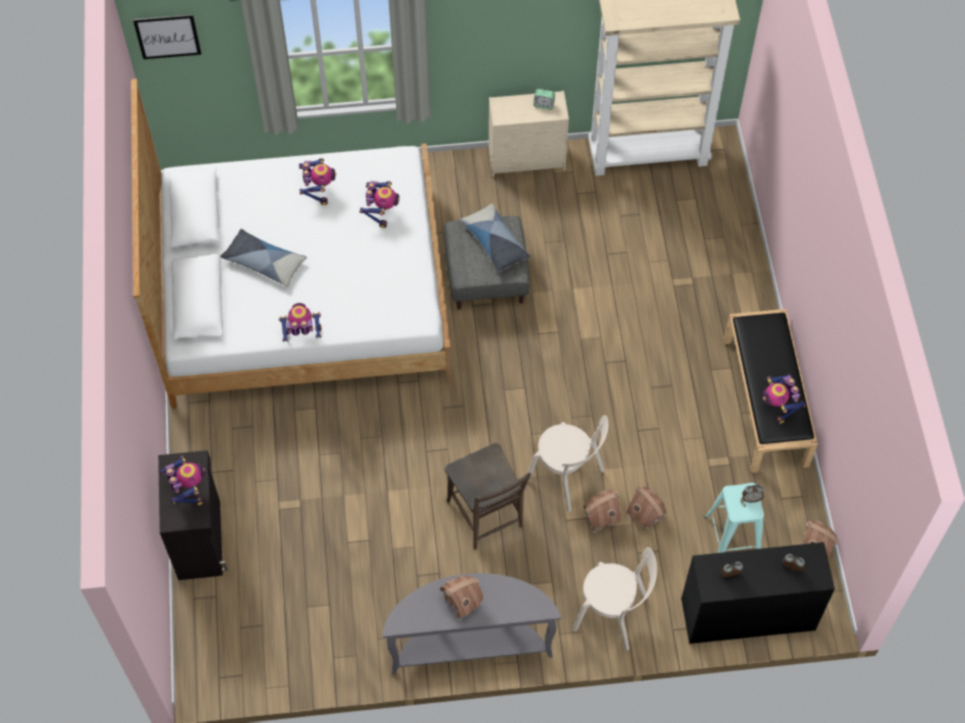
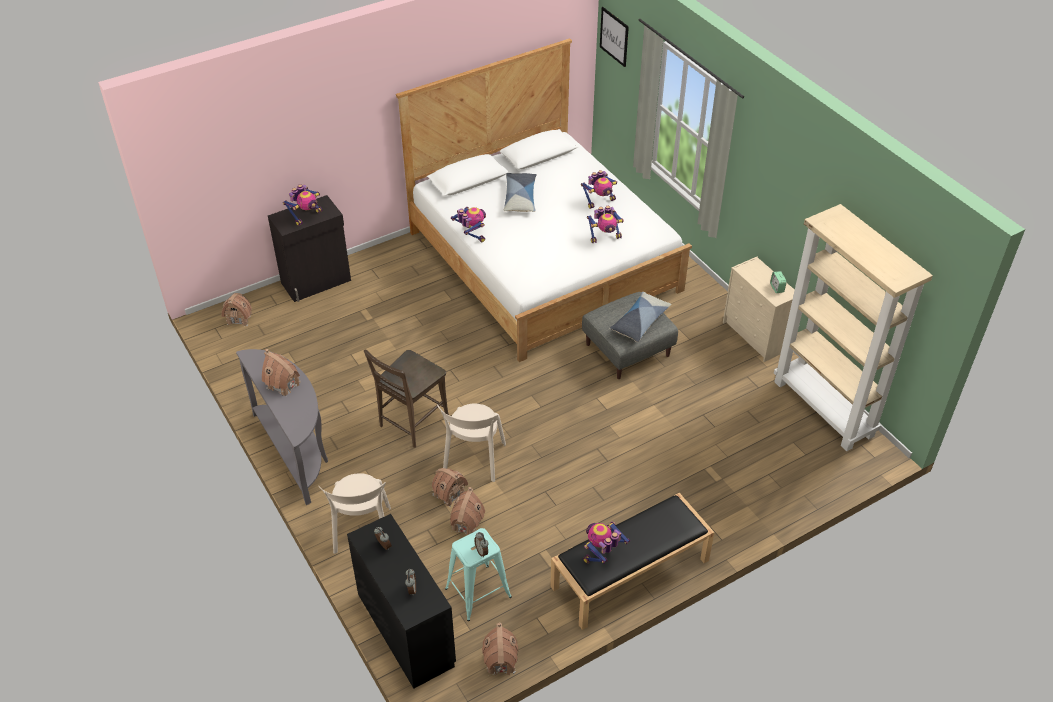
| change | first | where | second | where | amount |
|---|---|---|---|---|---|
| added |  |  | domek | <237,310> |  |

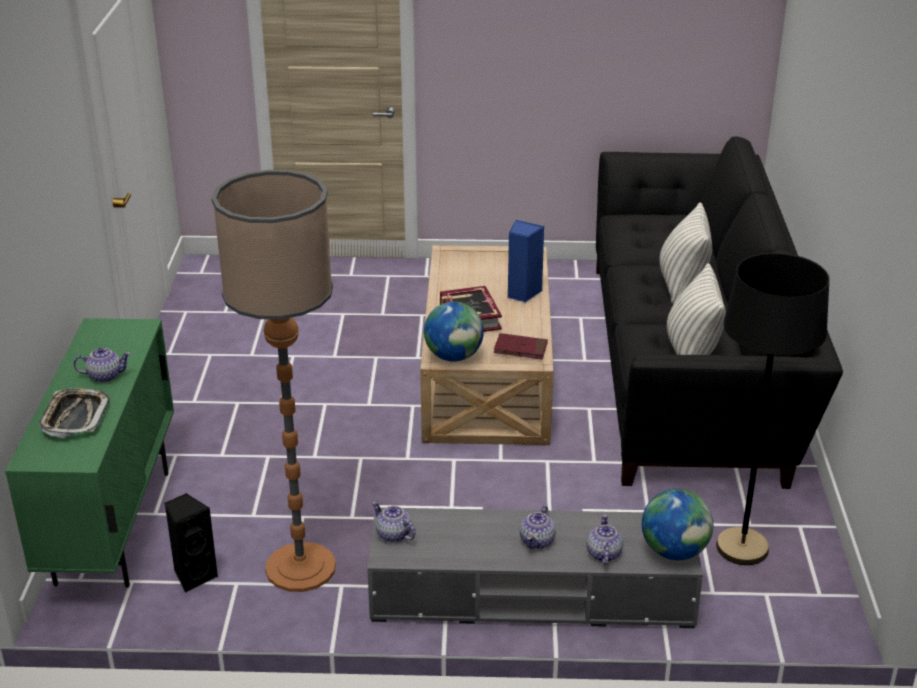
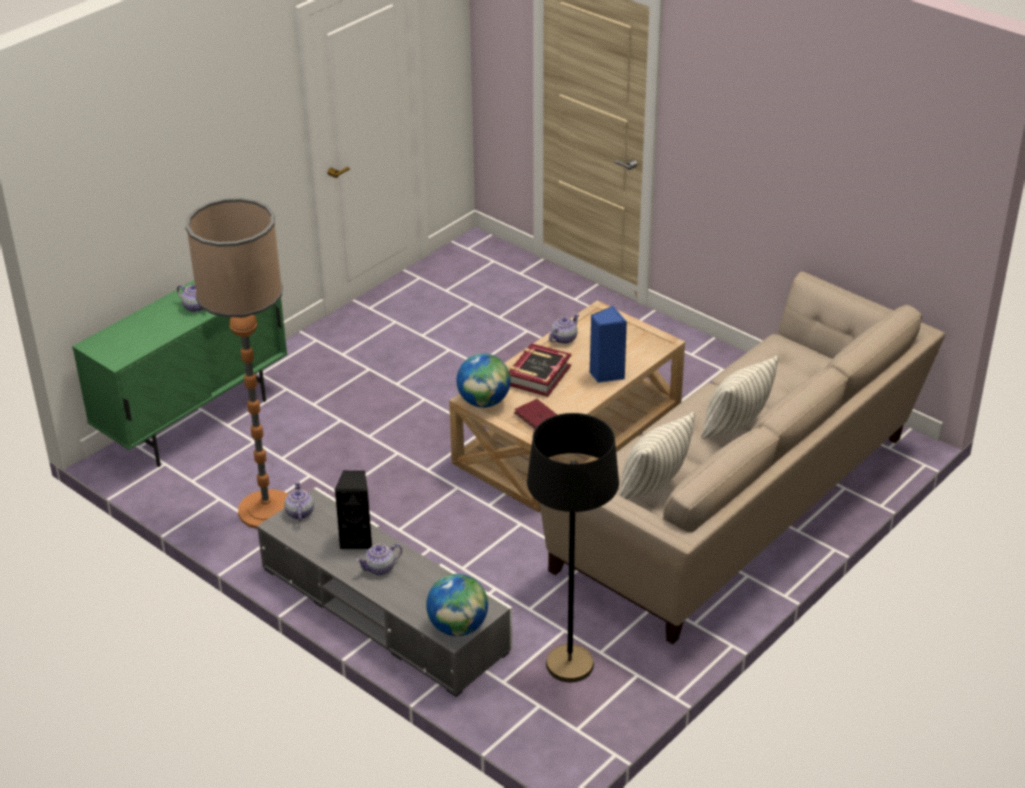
| change | first | where | second | where | amount |
|---|---|---|---|---|---|
| removed | taca | <74,413> |  |  |  |
| moved | głośnik (czarny) | <191,543> |  | <353,509> |  |
| moved | imbryk | <605,540> |  | <564,329> |  |
| recoloured | kanapa (czarny) | <719,313> | kanapa (beżowy) | <742,458> |  |

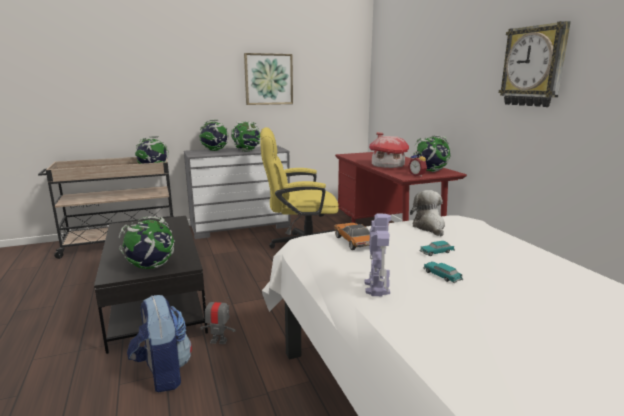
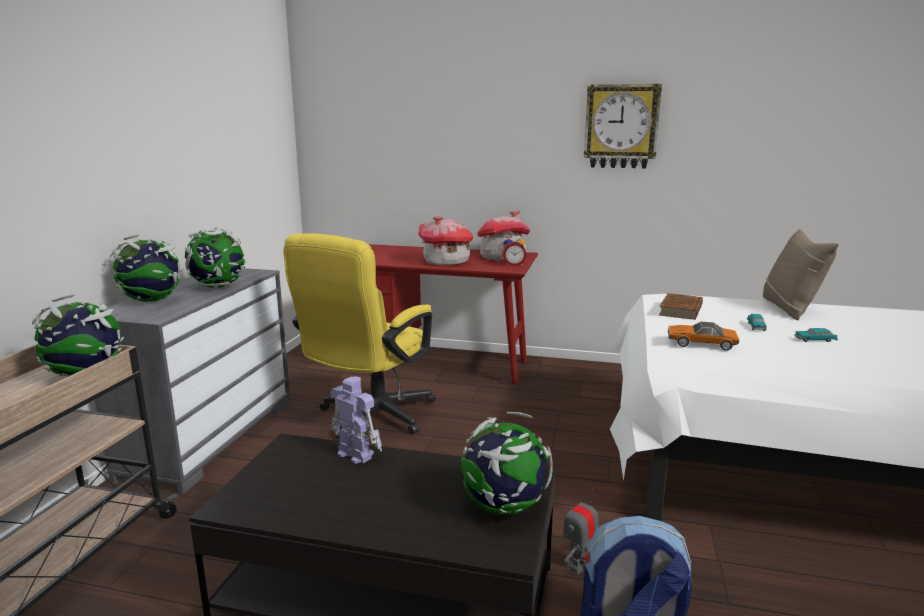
| change | first | where | second | where | amount |
|---|---|---|---|---|---|
| removed | obraz | <268,79> |  |  |  |
| added |  |  | poduszka (beżowy) | <801,274> |  |
| moved | robot zabawkowy | <377,255> |  | <356,420> |  |
| replaced | pluszak | <427,213> | książka (brązowy) | <681,306> |  |
| replaced | globus | <432,153> | domek | <503,236> |  |

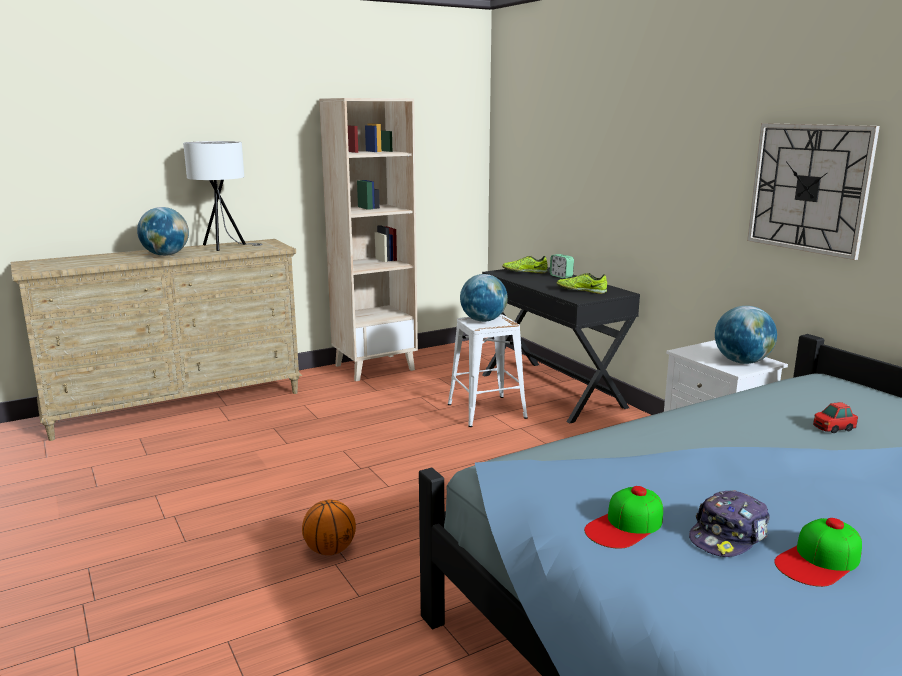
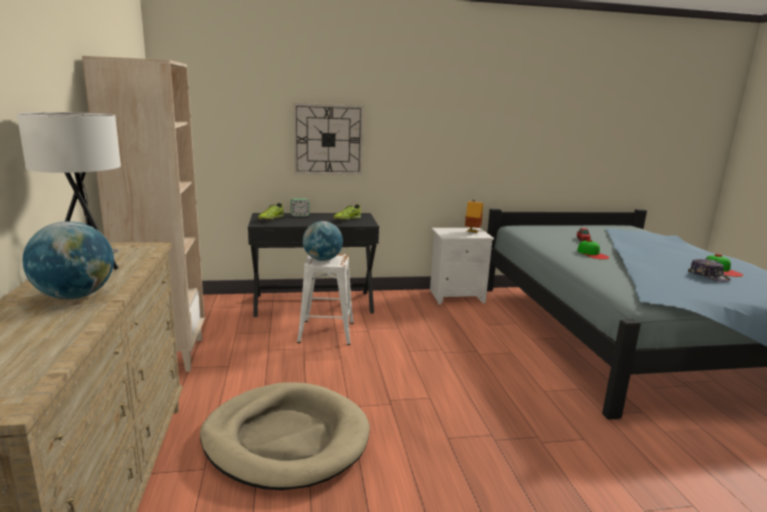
| change | first | where | second | where | amount |
|---|---|---|---|---|---|
| removed | piłka do koszykówki | <329,527> |  |  |  |
| added |  |  | legowisko (beżowy) | <285,436> |  |
| moved | czapka z daszkiem | <623,517> |  | <593,249> |  |
| moved | zegar ścienny | <813,191> |  | <328,139> |  |
| replaced | globus | <746,335> | domek | <474,216> |  |

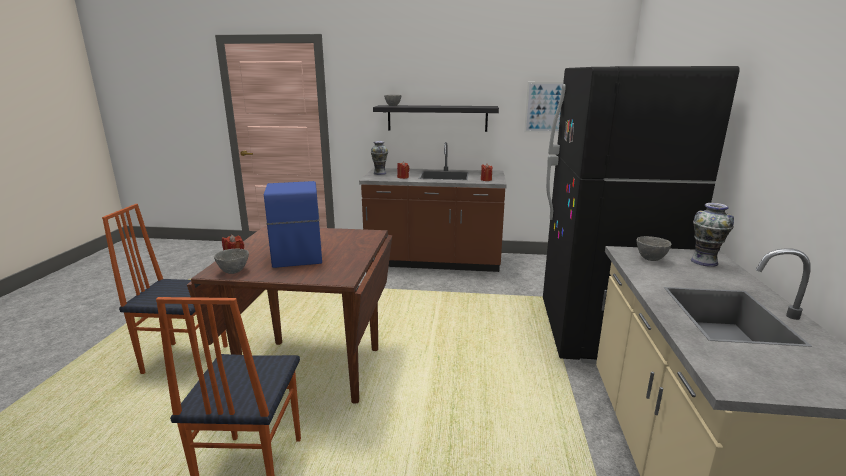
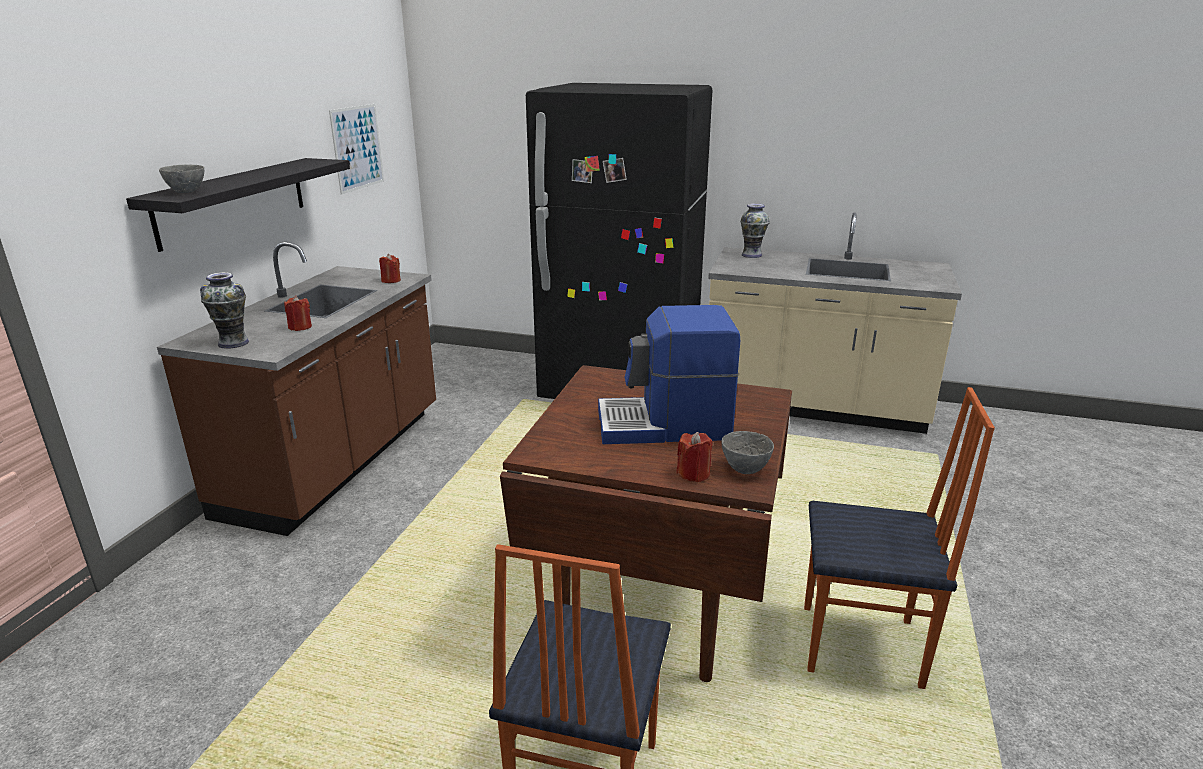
| change | first | where | second | where | amount |
|---|---|---|---|---|---|
| removed | miska (szary) | <654,248> |  |  |  |

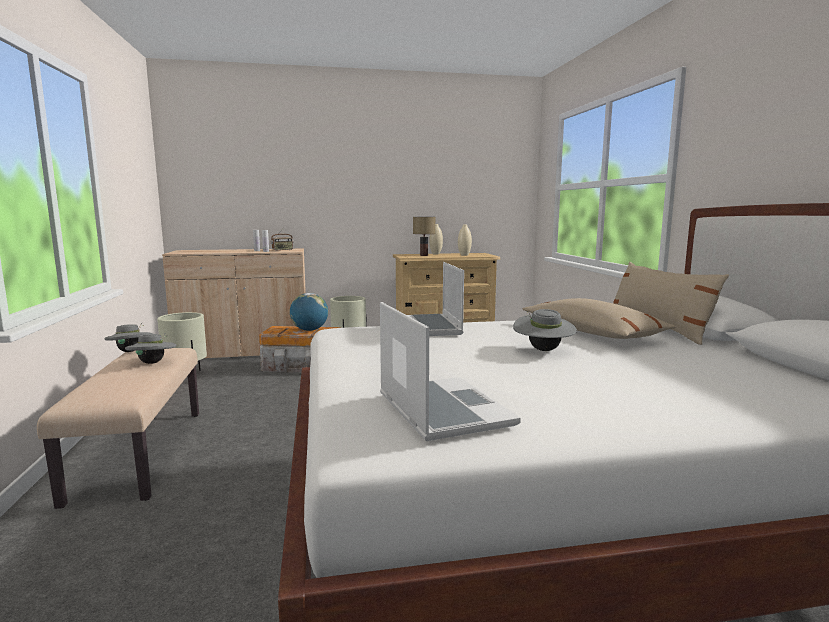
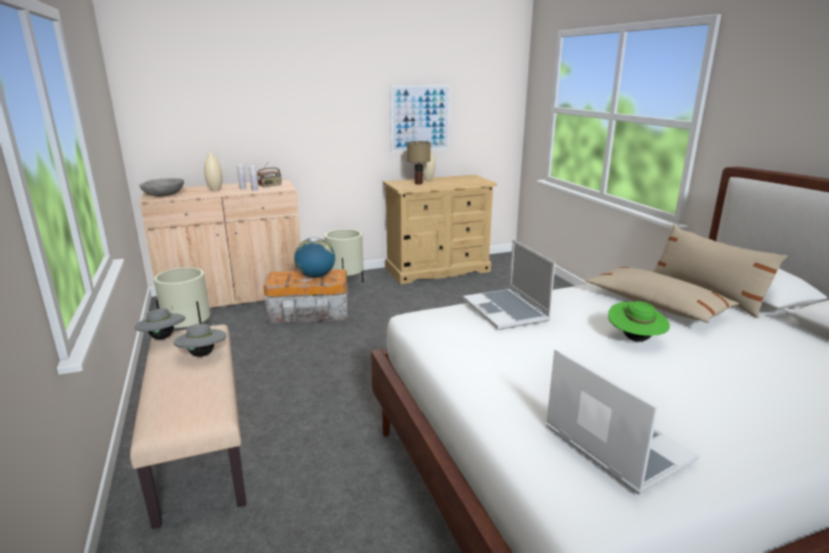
| change | first | where | second | where | amount |
|---|---|---|---|---|---|
| added |  |  | miska (szary) | <161,187> |  |
| added |  |  | obraz | <420,118> |  |
| moved | wazon (beżowy) | <465,240> |  | <213,172> |  |
| recoloured | kapelusz (szary) | <545,330> | kapelusz (zielony) | <639,321> |  |

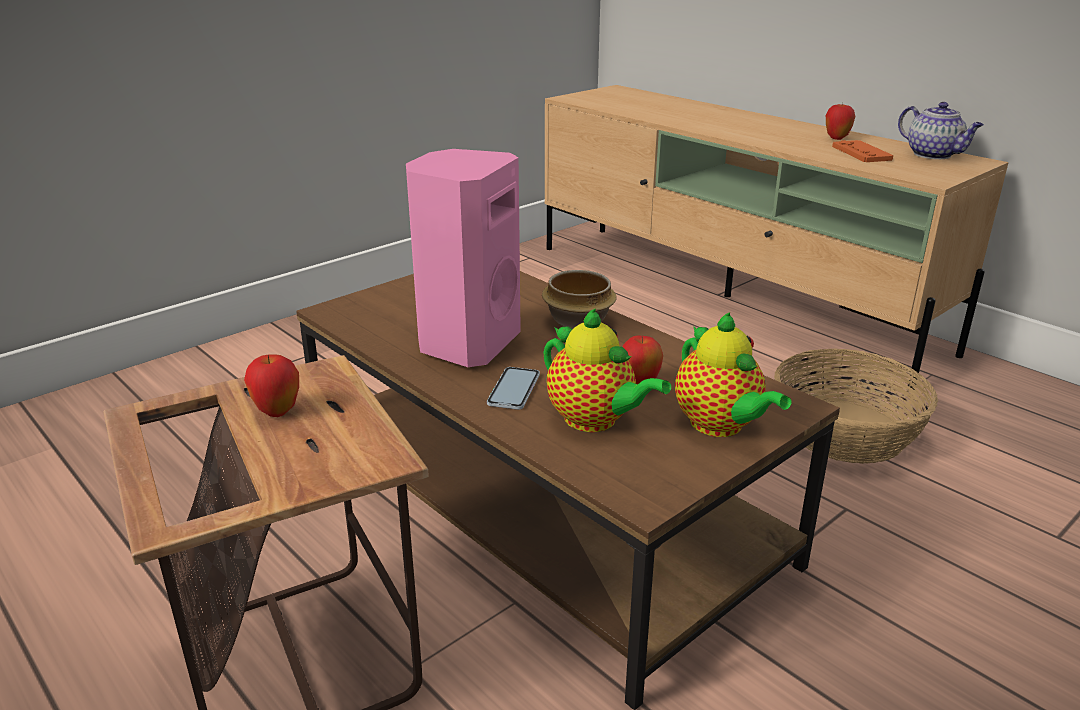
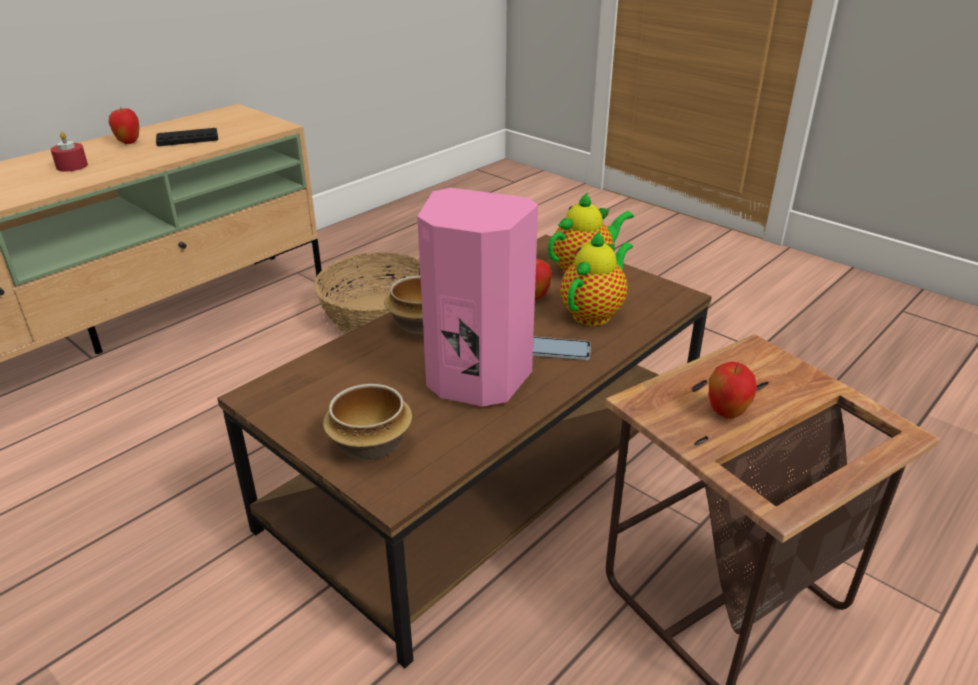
| change | first | where | second | where | amount |
|---|---|---|---|---|---|
| removed | imbryk | <941,130> |  |  |  |
| added |  |  | świeca (czerwony) | <69,152> |  |
| added |  |  | miska | <367,422> |  |
| recoloured | pad do gier (pomarańczowy) | <862,151> | pad do gier (czarny) | <187,137> |  |

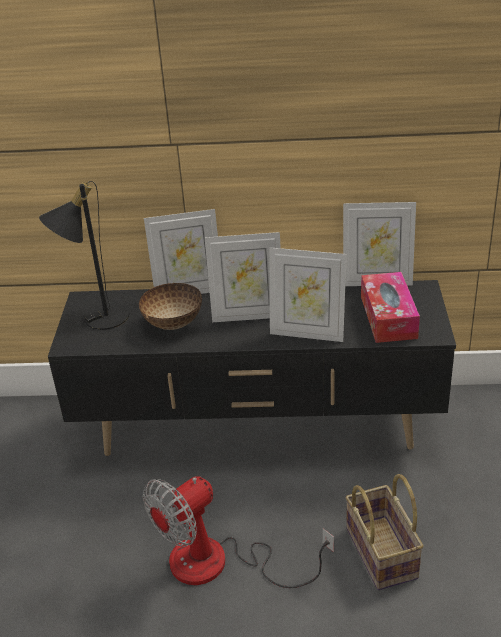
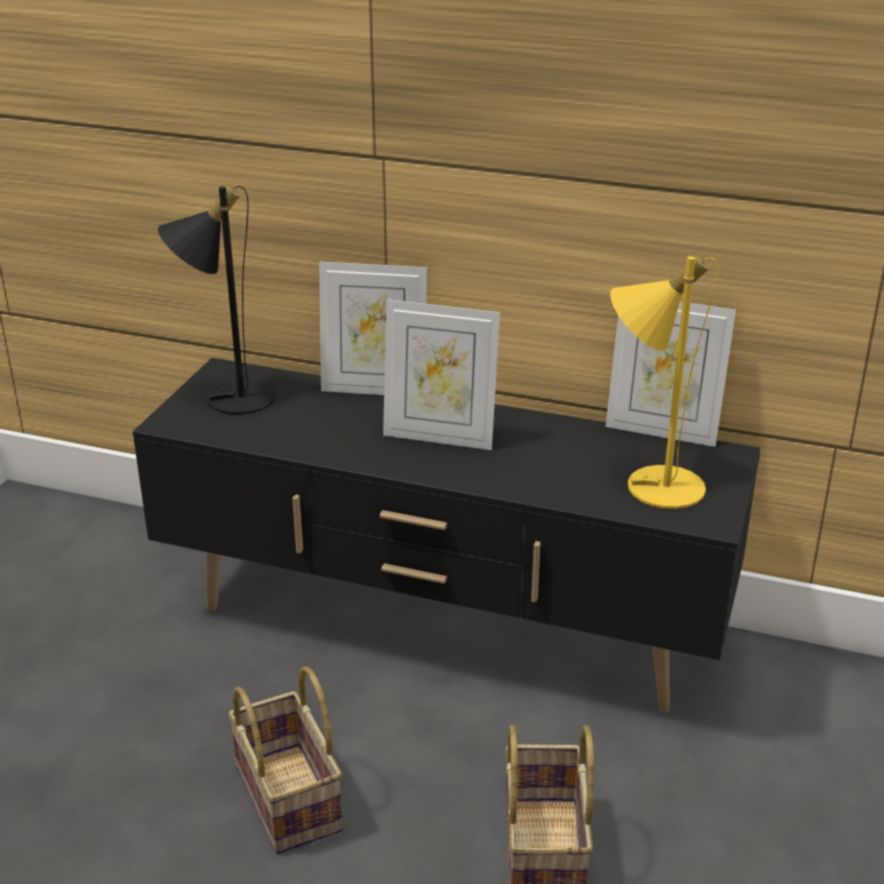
| change | first | where | second | where | amount |
|---|---|---|---|---|---|
| removed | miska | <170,306> |  |  |  |
| removed | ramka na zdjęcie | <308,294> |  |  |  |
| replaced | wentylator | <238,532> | koszyk | <285,760> |  |
| replaced | pudełko chusteczek | <390,307> | lampa stołowa (żółty) | <664,382> |  |

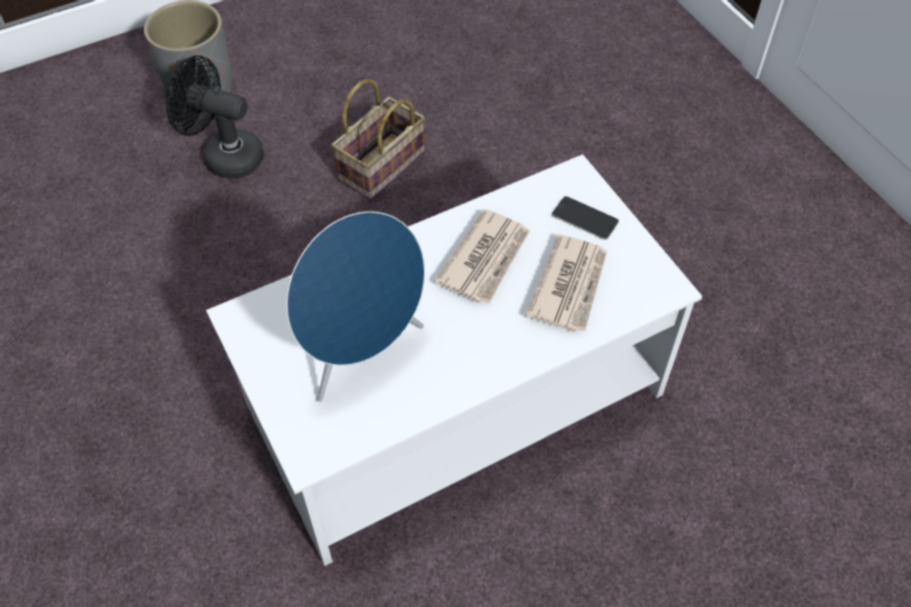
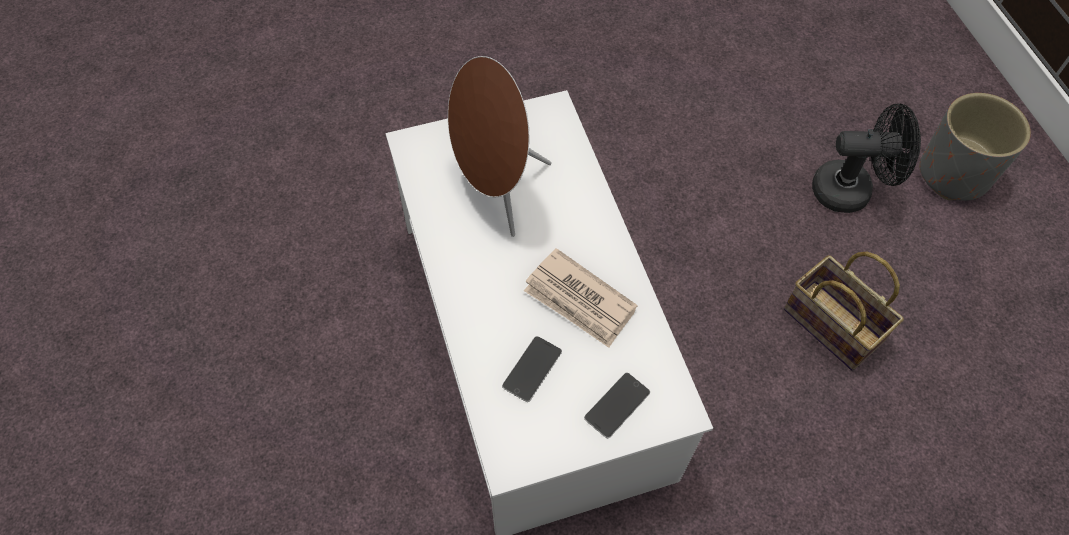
| change | first | where | second | where | amount |
|---|---|---|---|---|---|
| replaced | gazeta | <566,283> | telefon | <532,369> |  |
| recoloured | głośnik (niebieski) | <355,306> | głośnik (brązowy) | <500,146> |  |
| turned | wentylator (czarny) | <215,117> |  | <866,158> | 60 degrees clockwise |

